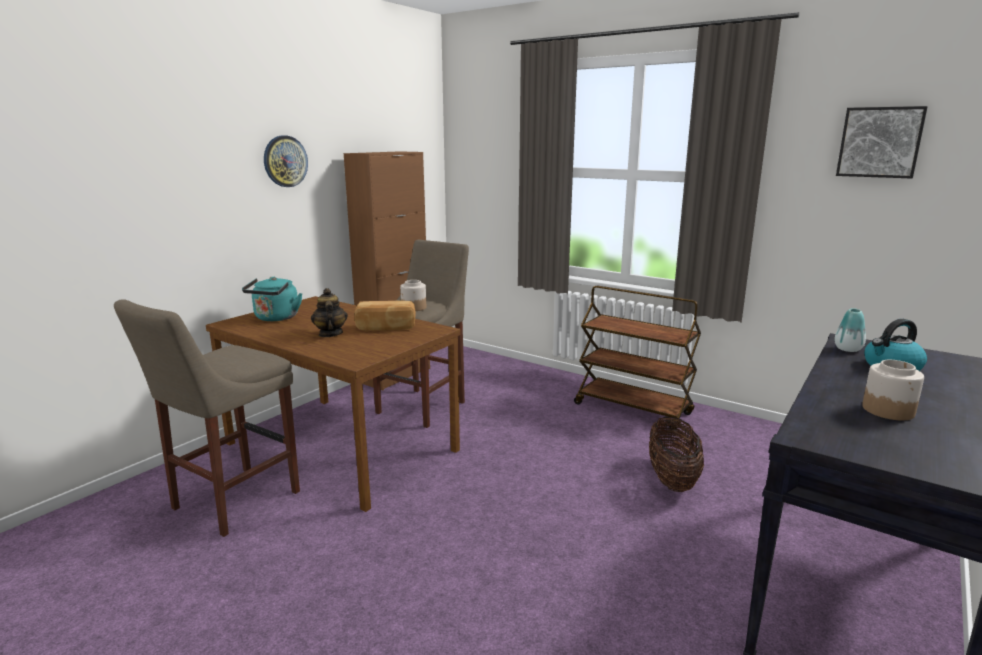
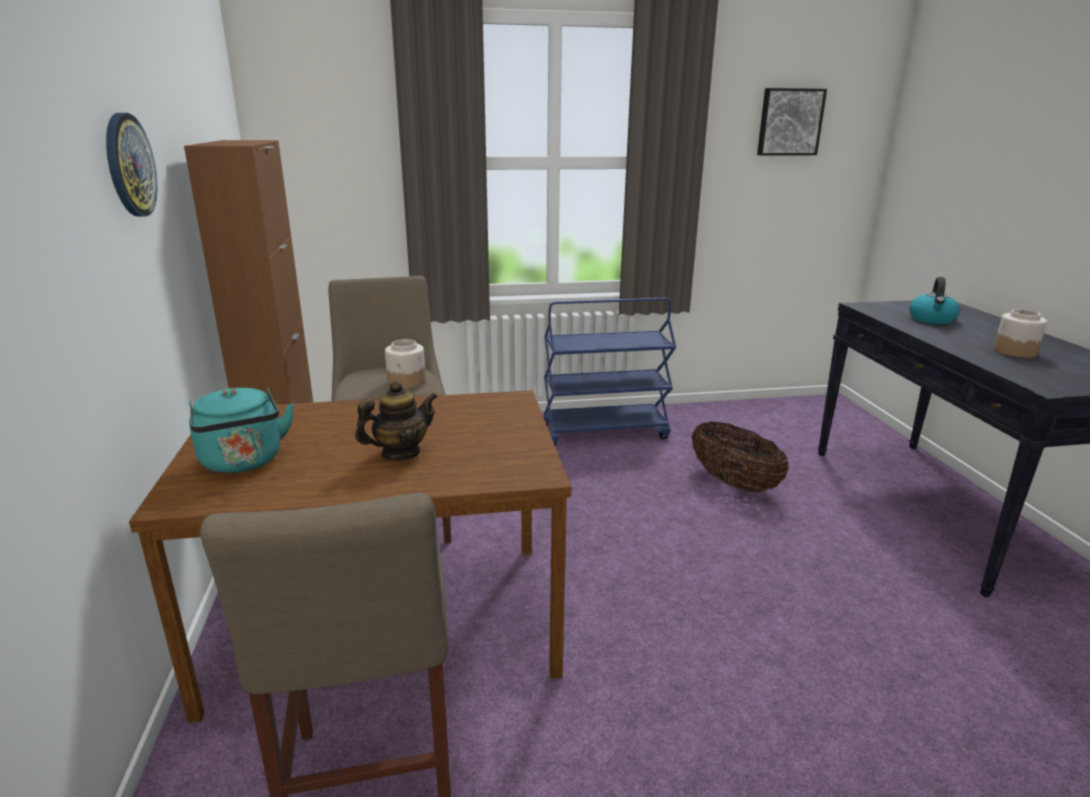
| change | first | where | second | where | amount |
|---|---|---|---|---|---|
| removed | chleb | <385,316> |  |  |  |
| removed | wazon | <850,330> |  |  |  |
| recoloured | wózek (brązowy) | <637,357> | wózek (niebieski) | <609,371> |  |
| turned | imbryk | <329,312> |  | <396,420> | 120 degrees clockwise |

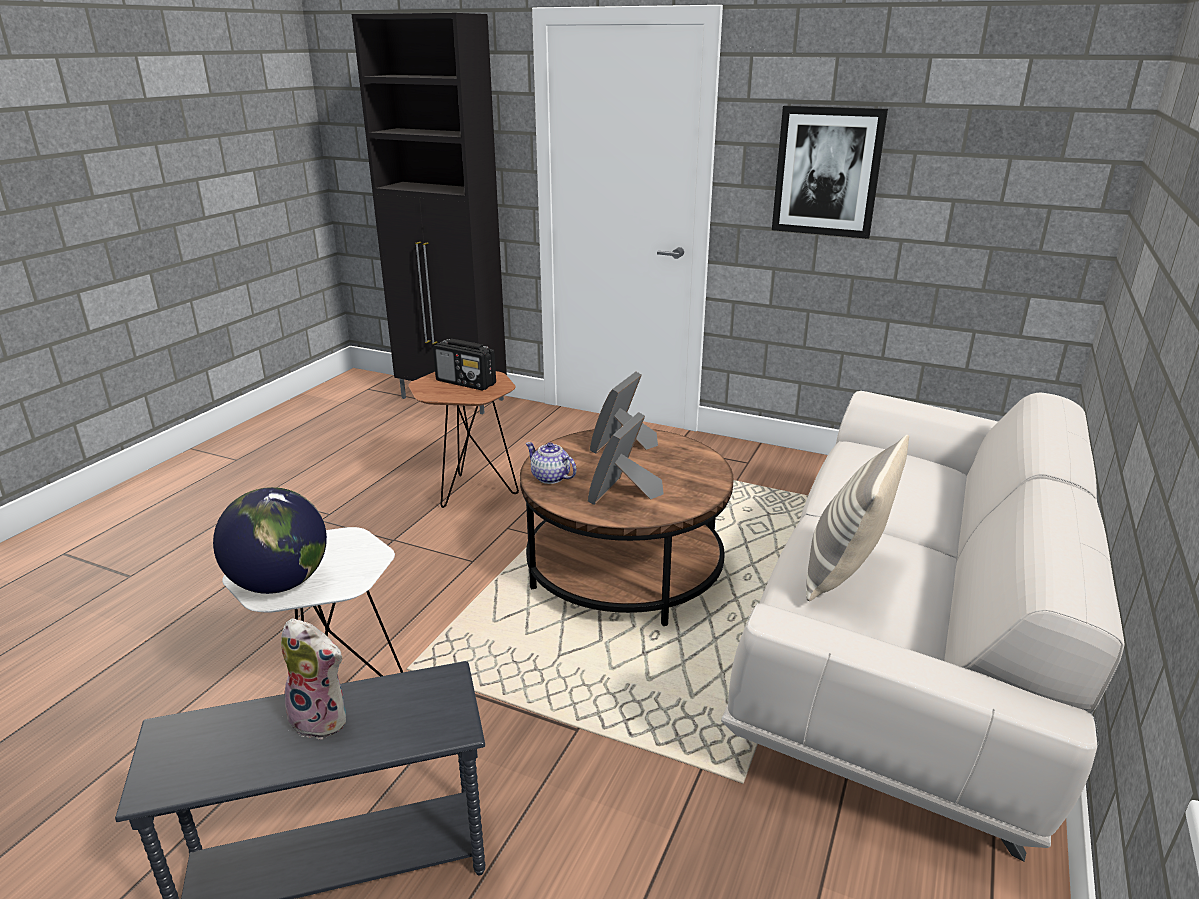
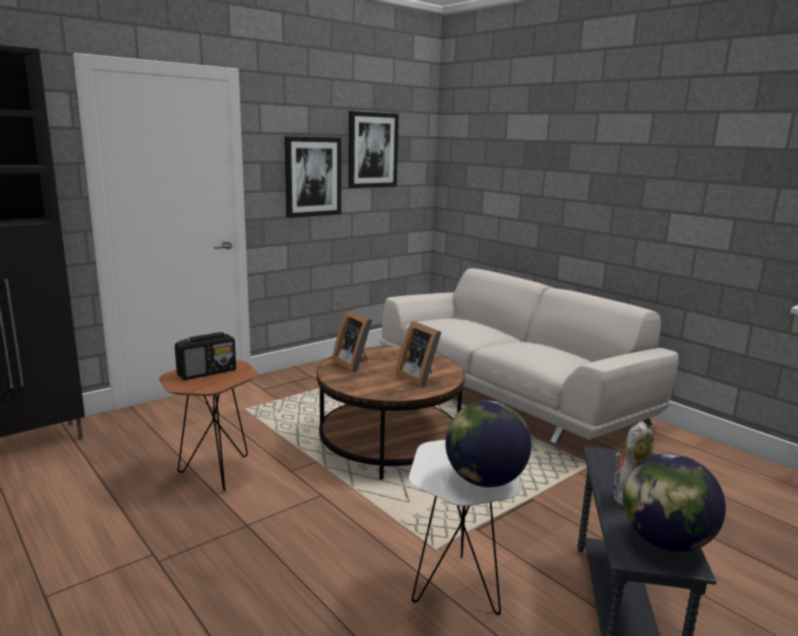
| change | first | where | second | where | amount |
|---|---|---|---|---|---|
| removed | imbryk | <551,463> |  |  |  |
| removed | poduszka | <857,518> |  |  |  |
| added |  |  | obraz | <373,149> |  |
| added |  |  | globus | <674,503> |  |

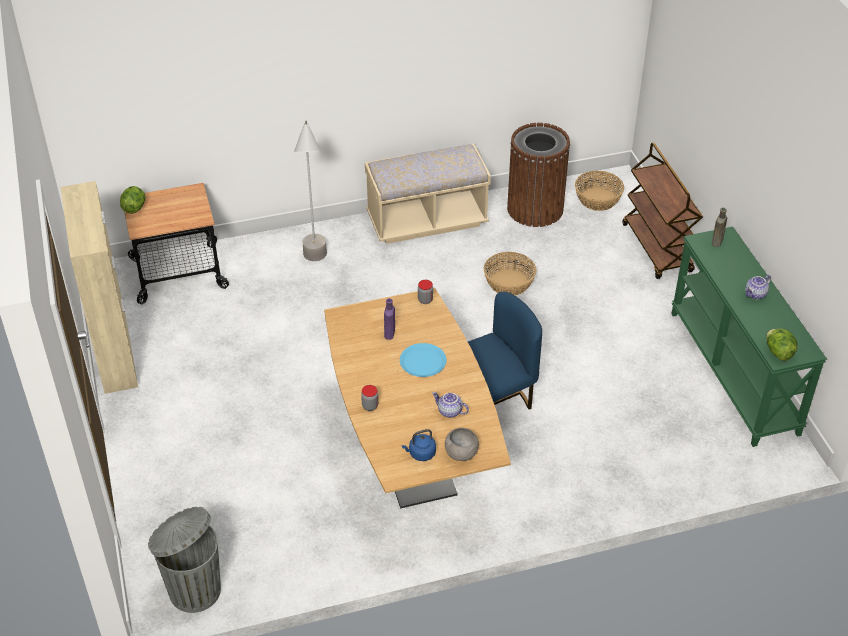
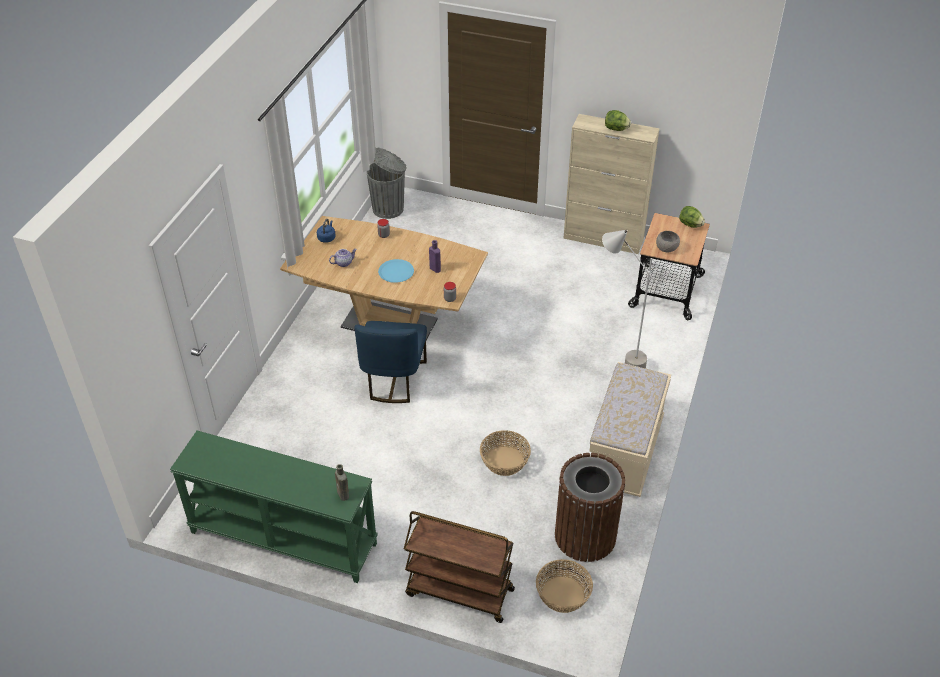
| change | first | where | second | where | amount |
|---|---|---|---|---|---|
| removed | imbryk | <758,287> |  |  |  |
| moved | miska (szary) | <462,444> |  | <668,241> |  |
| moved | sałata | <782,344> |  | <618,120> |  |

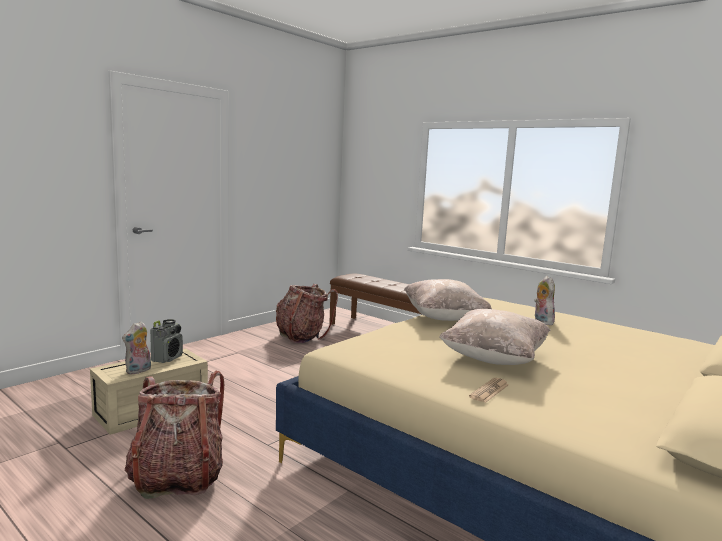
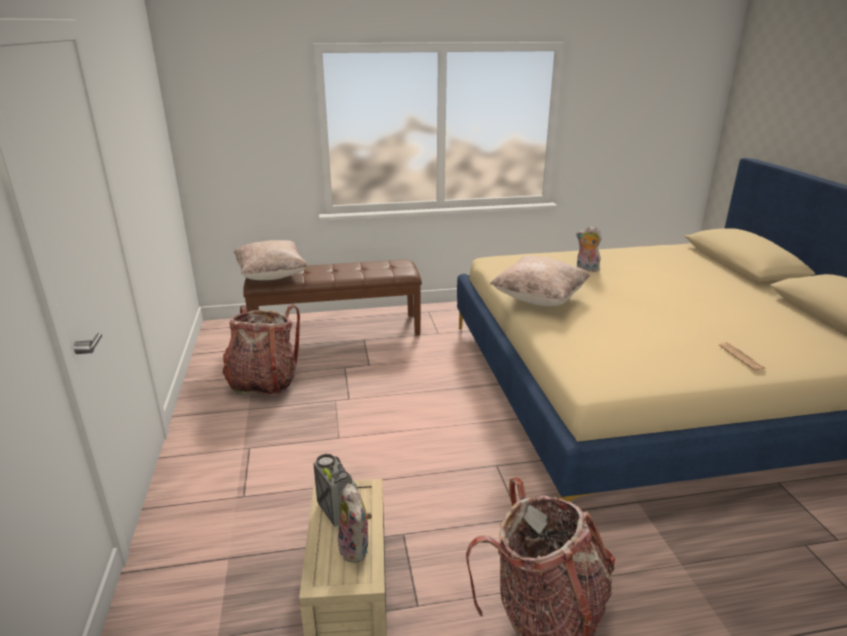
| change | first | where | second | where | amount |
|---|---|---|---|---|---|
| moved | poduszka (beżowy) | <495,337> |  | <271,260> |  |

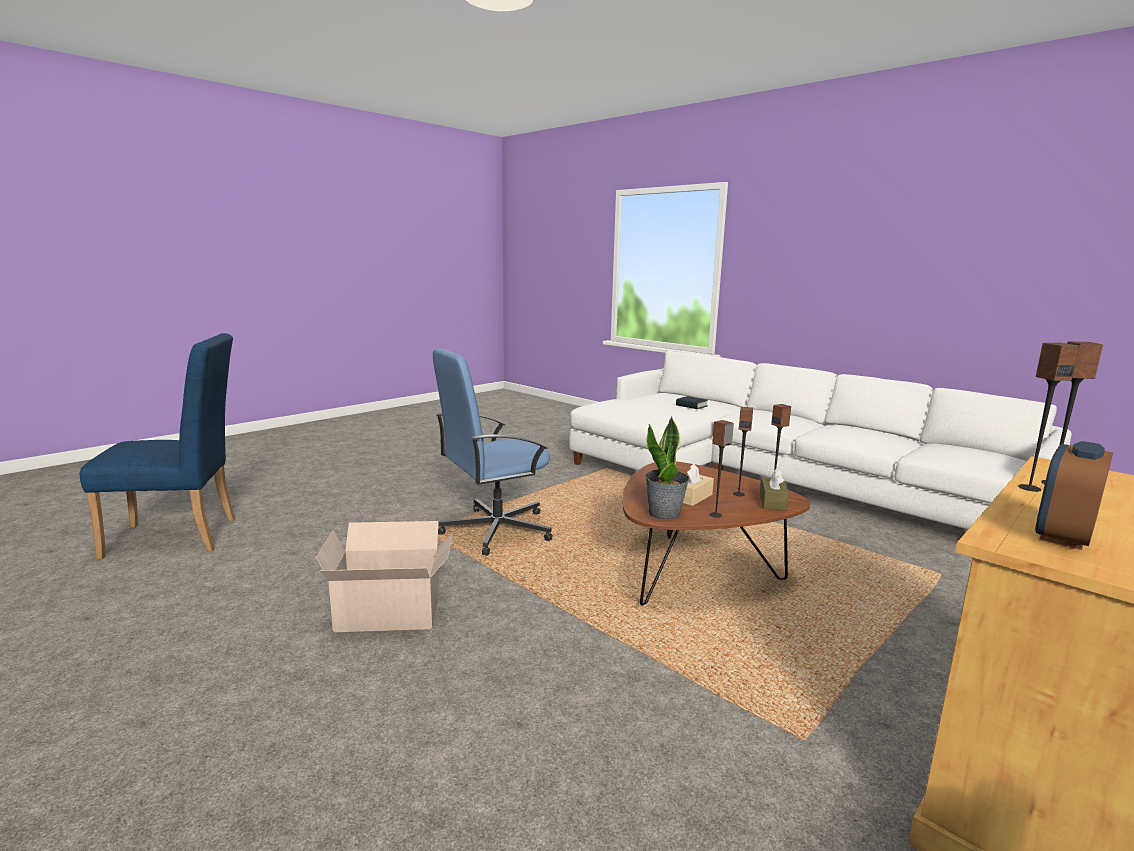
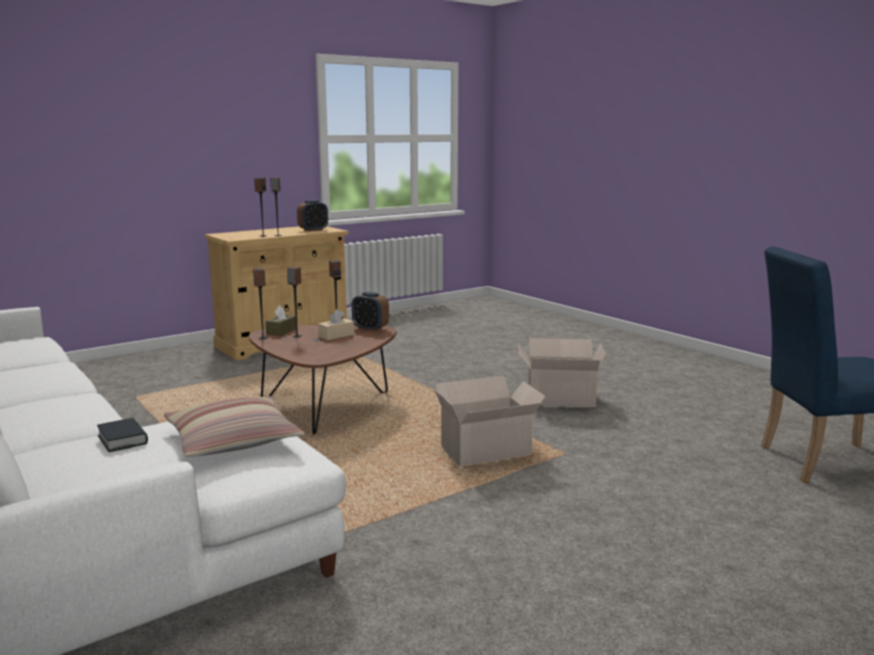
| change | first | where | second | where | amount |
|---|---|---|---|---|---|
| added |  |  | poduszka | <234,426> |  |
| replaced | krzesło biurowe (niebieski) | <493,452> | karton | <490,420> |  |
| replaced | roślina doniczkowa | <667,468> | budzik | <370,311> |  |

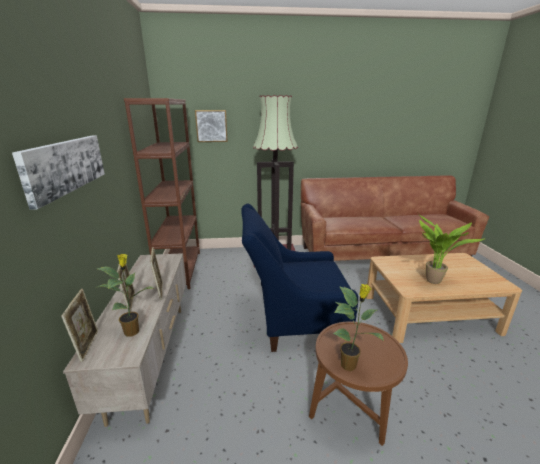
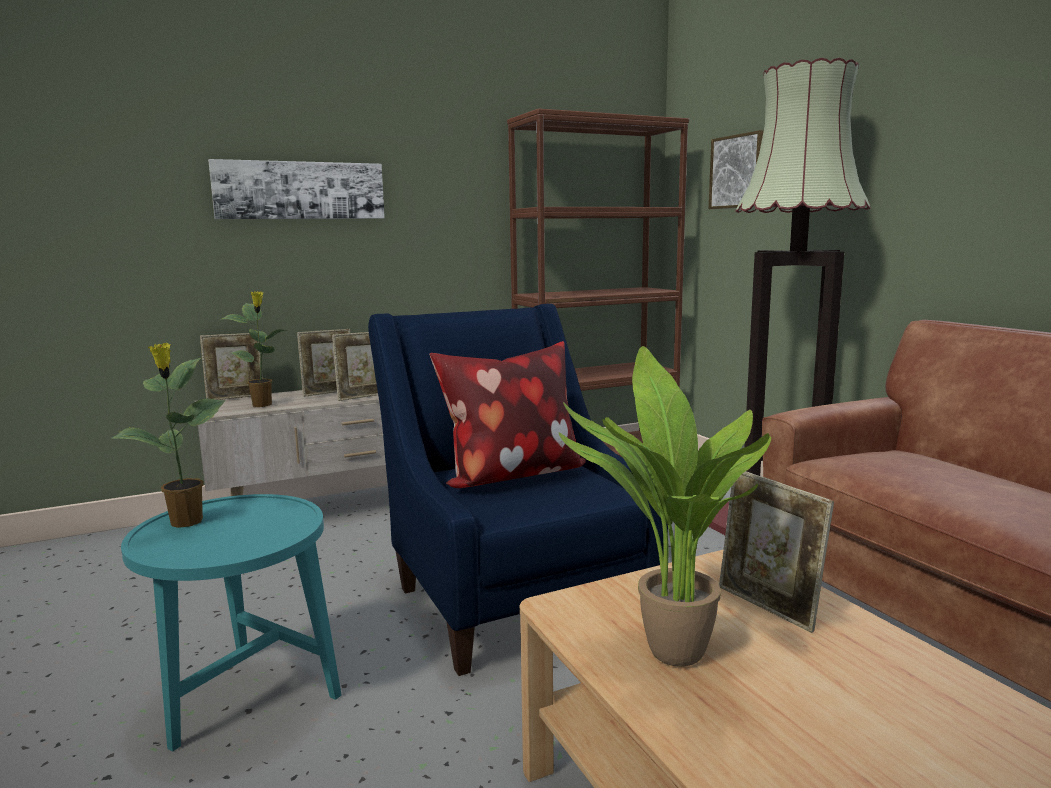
| change | first | where | second | where | amount |
|---|---|---|---|---|---|
| added |  |  | poduszka | <508,414> |  |
| added |  |  | ramka na zdjęcie | <776,552> |  |
| recoloured | stolik (brązowy) | <358,383> | stolik (turkusowy) | <231,623> |  |

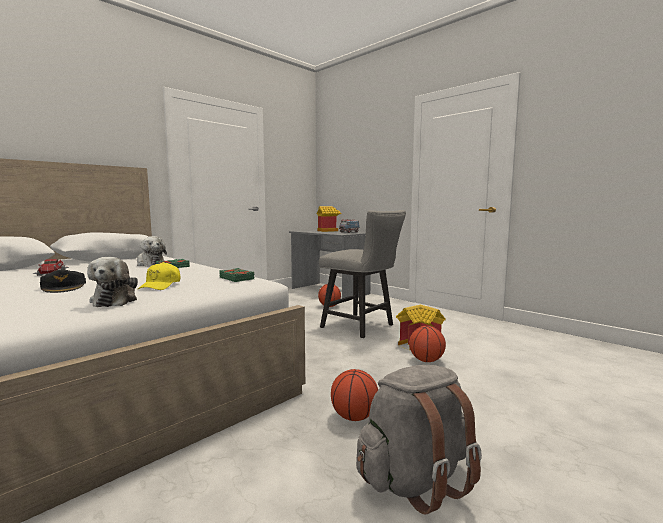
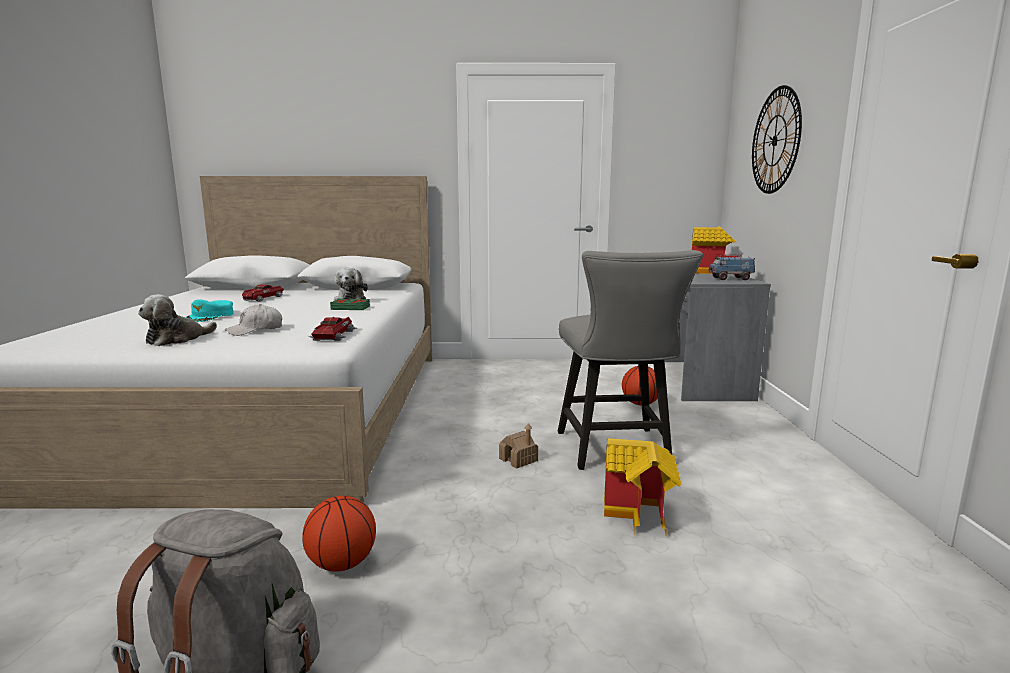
| change | first | where | second | where | amount |
|---|---|---|---|---|---|
| removed | piłka do koszykówki | <427,344> |  |  |  |
| added |  |  | domek | <518,446> |  |
| added |  |  | zegar ścienny | <777,139> |  |
| replaced | książka (zielony) | <237,275> | samochodzik | <332,329> |  |
| recoloured | czapka z daszkiem (czarny) | <63,281> | czapka z daszkiem (turkusowy) | <209,310> |  |
| recoloured | czapka z daszkiem (żółty) | <159,276> | czapka z daszkiem (biały) | <253,320> |  |

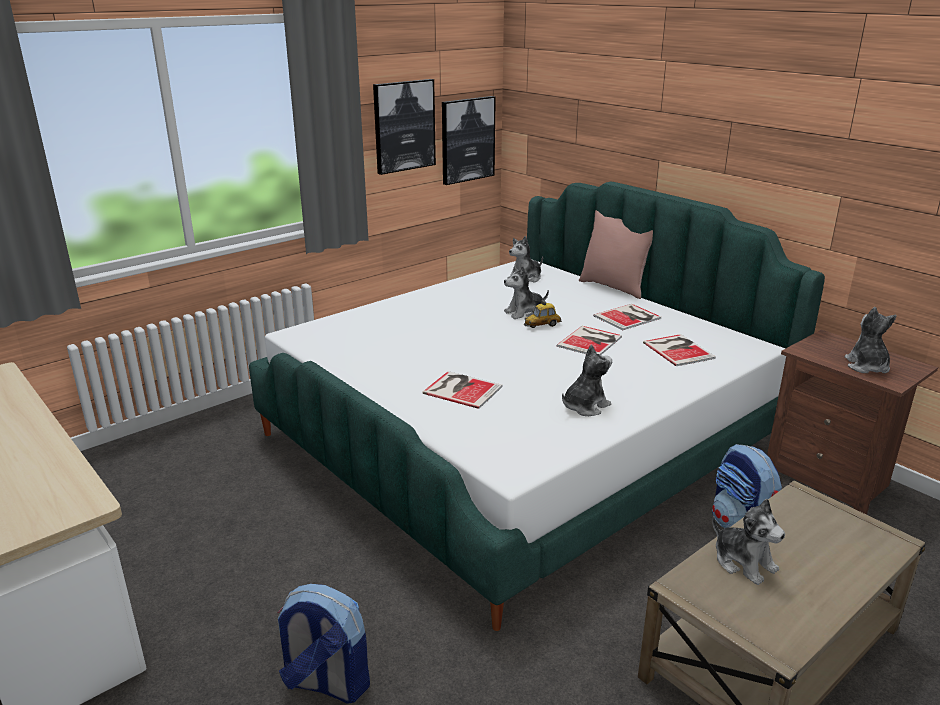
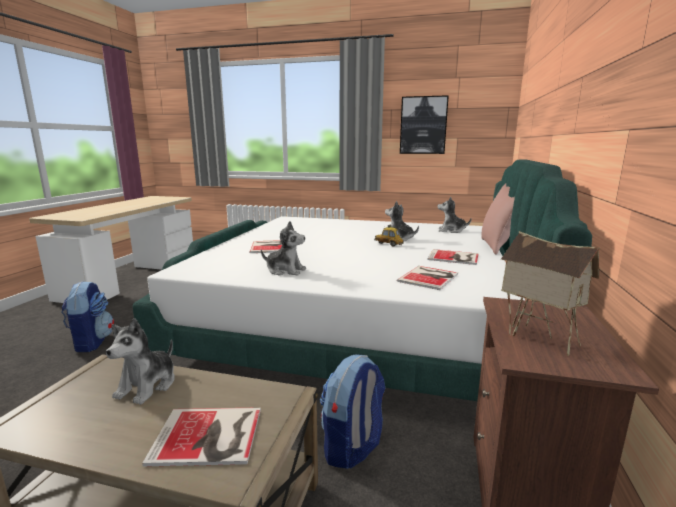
| change | first | where | second | where | amount |
|---|---|---|---|---|---|
| removed | obraz | <469,140> |  |  |  |
| moved | książka | <589,340> |  | <201,437> |  |
| replaced | pluszak | <871,340> | domek | <550,293> |  |

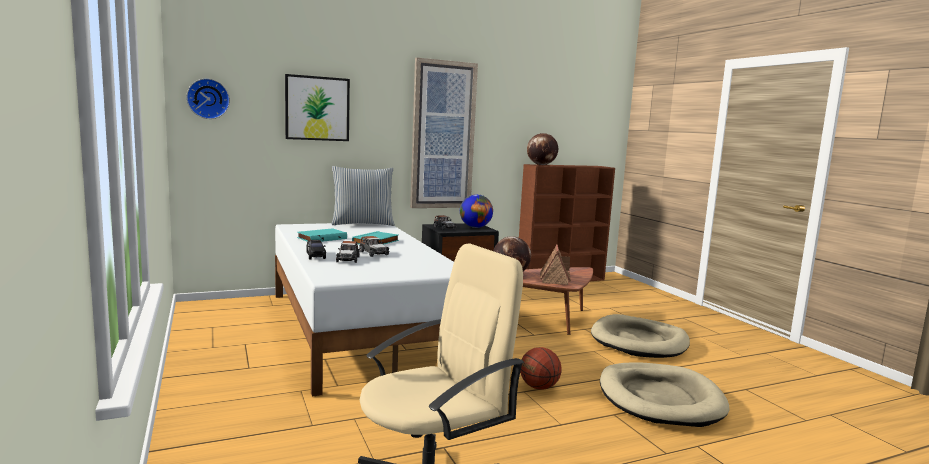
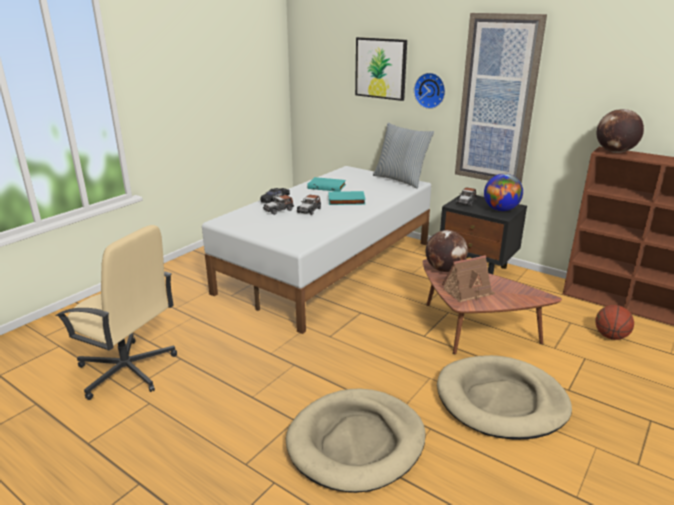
| change | first | where | second | where | amount |
|---|---|---|---|---|---|
| moved | zegar ścienny | <208,98> |  | <429,91> |  |
| moved | piłka do koszykówki | <541,368> |  | <614,322> |  |

